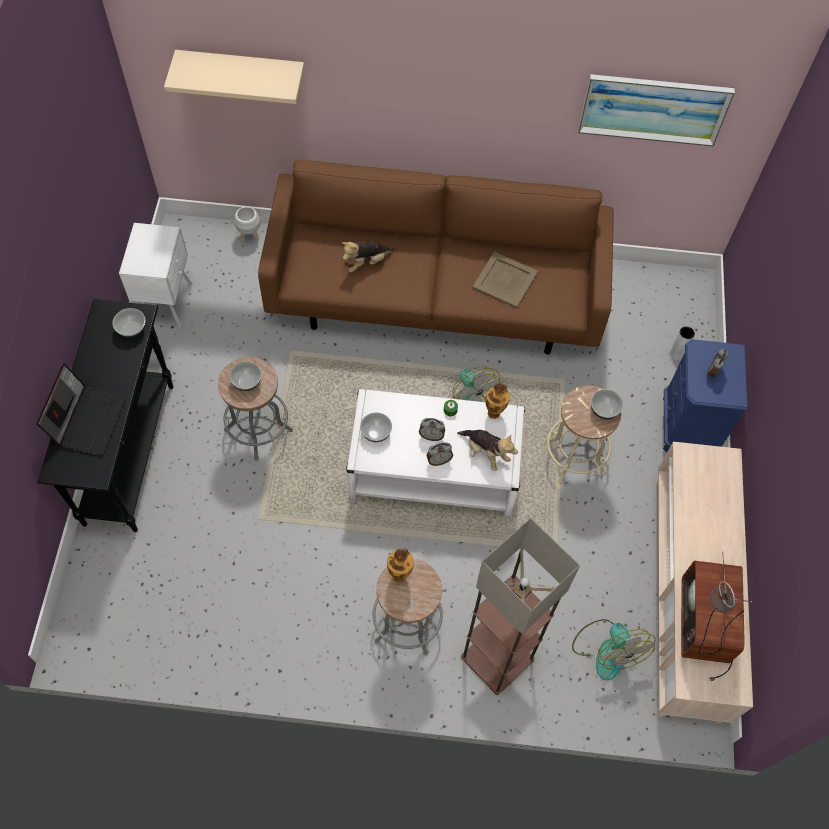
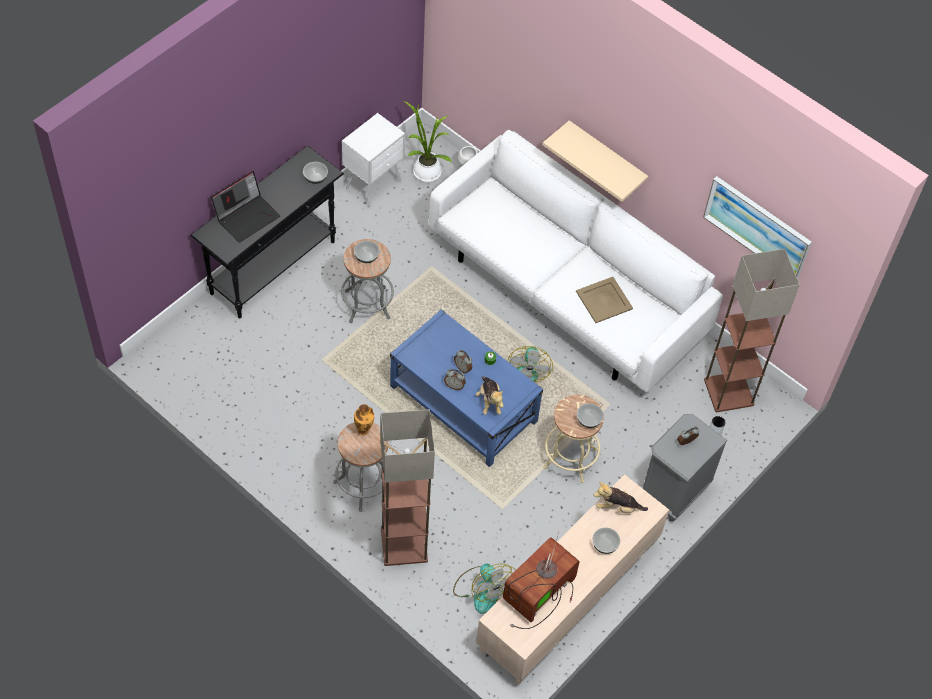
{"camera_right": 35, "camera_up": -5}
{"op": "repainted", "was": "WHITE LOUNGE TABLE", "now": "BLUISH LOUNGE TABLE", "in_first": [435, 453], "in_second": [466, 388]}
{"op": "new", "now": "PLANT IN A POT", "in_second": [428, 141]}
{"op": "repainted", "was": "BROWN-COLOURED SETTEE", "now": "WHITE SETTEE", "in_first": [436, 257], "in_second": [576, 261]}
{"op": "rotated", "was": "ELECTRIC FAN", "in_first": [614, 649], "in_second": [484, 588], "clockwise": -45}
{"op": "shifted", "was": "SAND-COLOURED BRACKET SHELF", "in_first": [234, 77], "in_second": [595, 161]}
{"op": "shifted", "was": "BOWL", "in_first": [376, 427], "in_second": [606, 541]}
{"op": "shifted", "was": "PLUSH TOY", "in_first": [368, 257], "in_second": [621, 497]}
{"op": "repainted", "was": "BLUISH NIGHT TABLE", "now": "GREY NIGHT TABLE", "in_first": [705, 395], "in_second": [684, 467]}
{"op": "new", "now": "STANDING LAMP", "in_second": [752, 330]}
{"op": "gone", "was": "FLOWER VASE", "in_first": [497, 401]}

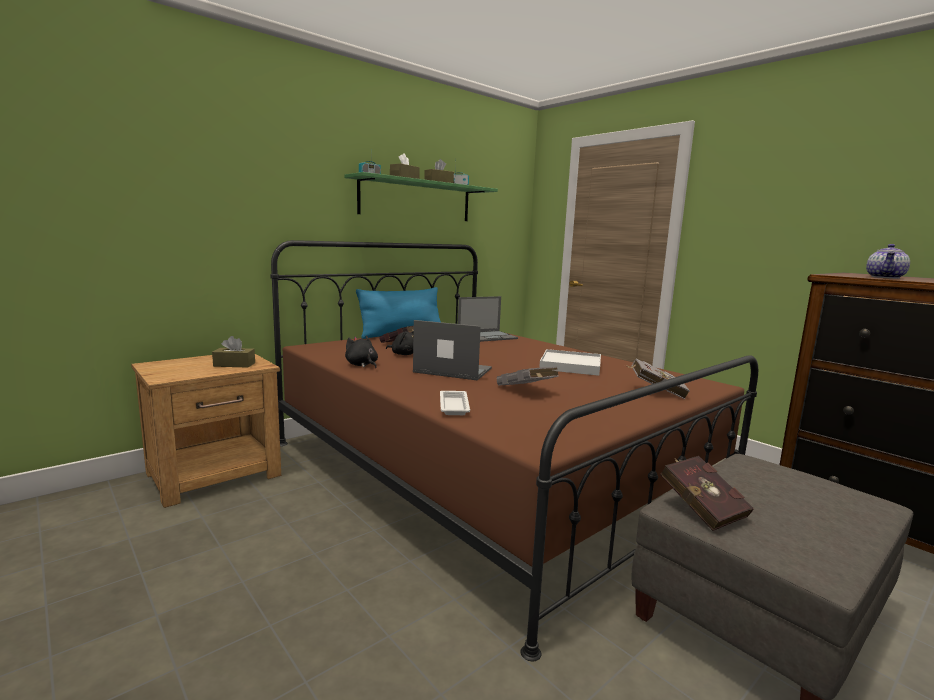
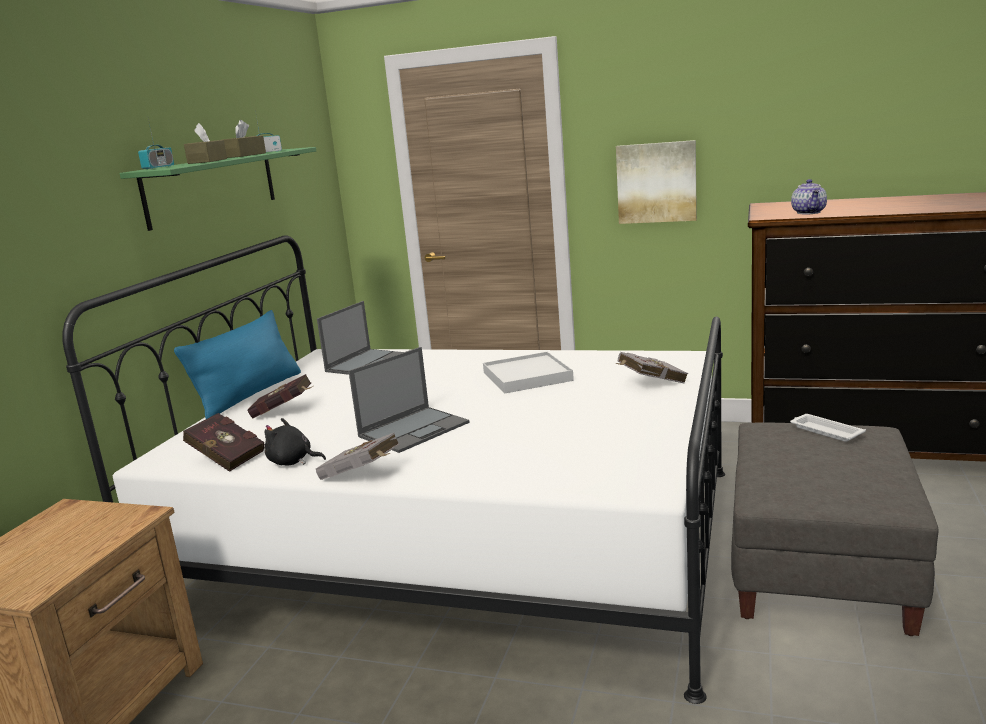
{"camera_right": -30, "camera_up": 5}
{"op": "repainted", "was": "BROWN-COLOURED BED", "now": "WHITE BED", "in_first": [514, 450], "in_second": [393, 469]}
{"op": "shifted", "was": "REDDISH VOLUME", "in_first": [707, 493], "in_second": [224, 442]}
{"op": "shifted", "was": "GREY VOLUME", "in_first": [528, 376], "in_second": [358, 456]}
{"op": "rotated", "was": "LAPTOP", "in_first": [452, 350], "in_second": [409, 400], "clockwise": 150}
{"op": "new", "now": "WALL PICTURE", "in_second": [656, 182]}
{"op": "shifted", "was": "WHITE CARRYING TRAY", "in_first": [455, 403], "in_second": [828, 428]}
{"op": "gone", "was": "BROWN-COLOURED BOX OF TISSUES", "in_first": [233, 352]}
{"op": "gone", "was": "BLACKISH PLUSH TOY", "in_first": [400, 343]}

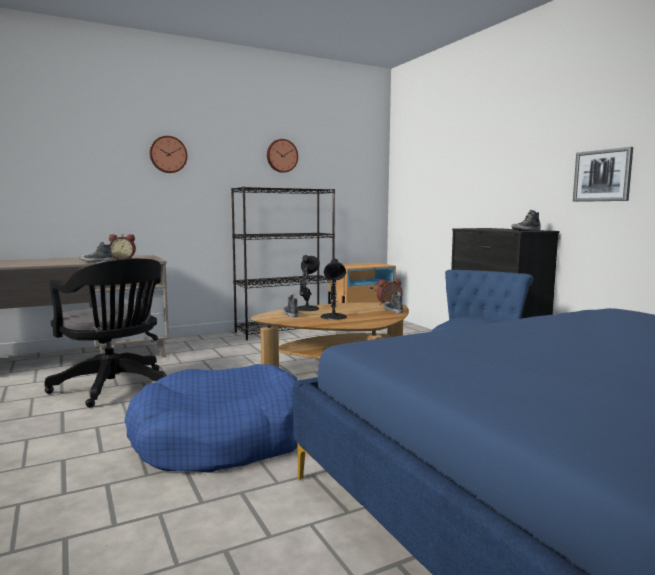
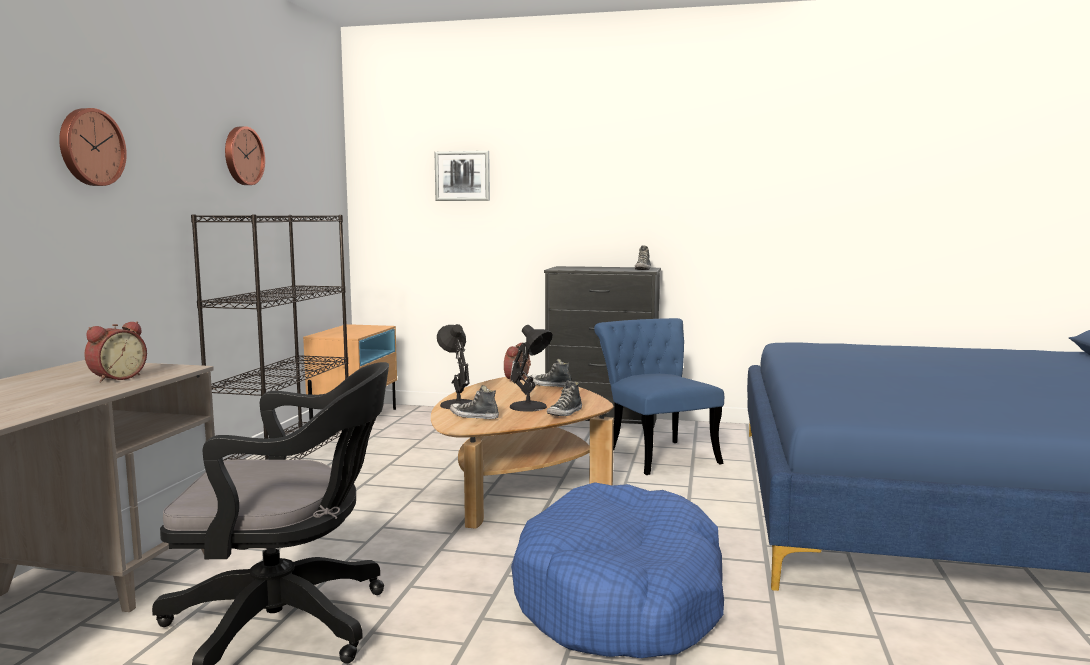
{"camera_right": -50, "camera_up": 0}
{"op": "shifted", "was": "WALL PICTURE", "in_first": [603, 174], "in_second": [462, 176]}
{"op": "shifted", "was": "LOW SHOE", "in_first": [96, 252], "in_second": [564, 398]}

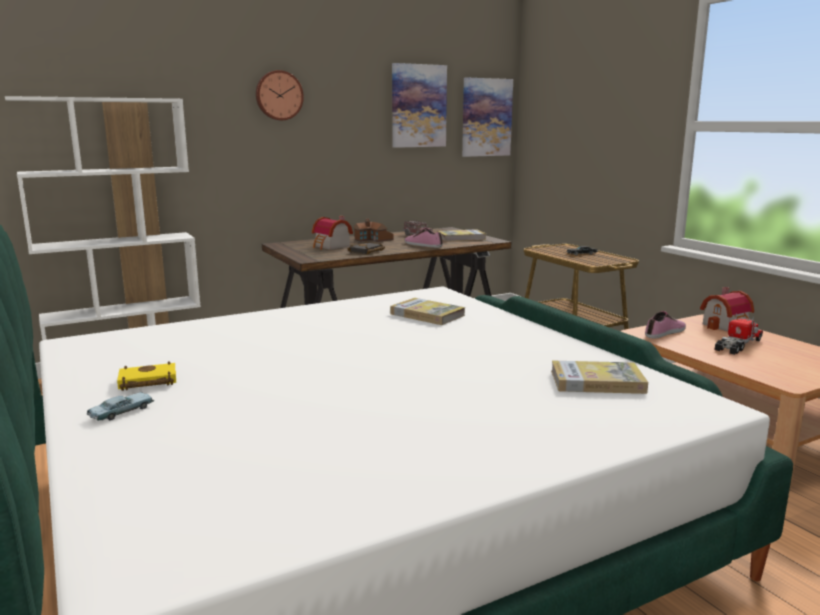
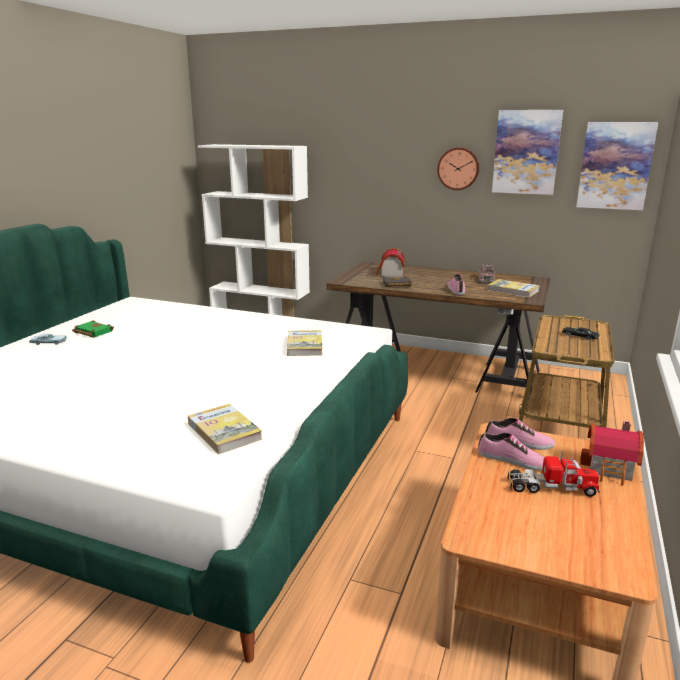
{"camera_right": 50, "camera_up": 5}
{"op": "repainted", "was": "YELLOWISH VOLUME", "now": "GREENISH VOLUME", "in_first": [146, 376], "in_second": [93, 329]}
{"op": "shifted", "was": "WALL CLOCK", "in_first": [280, 95], "in_second": [458, 168]}
{"op": "new", "now": "LOW SHOE", "in_second": [511, 451]}
{"op": "gone", "was": "TOY HOUSE", "in_first": [373, 230]}

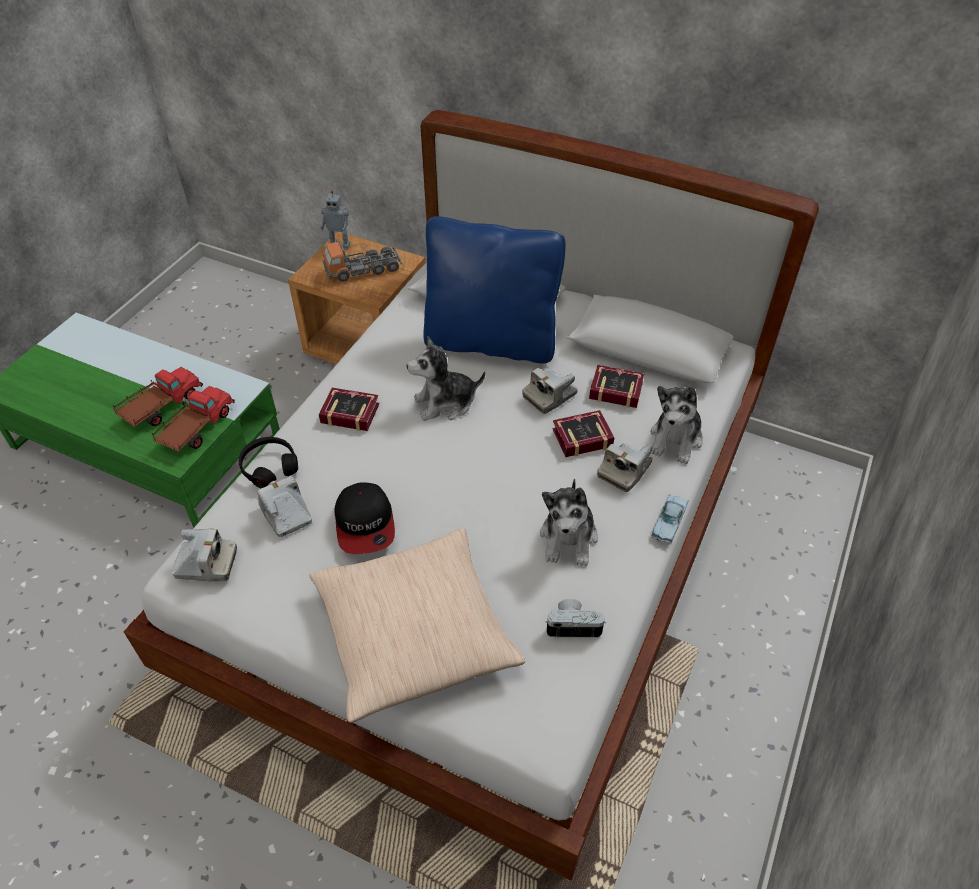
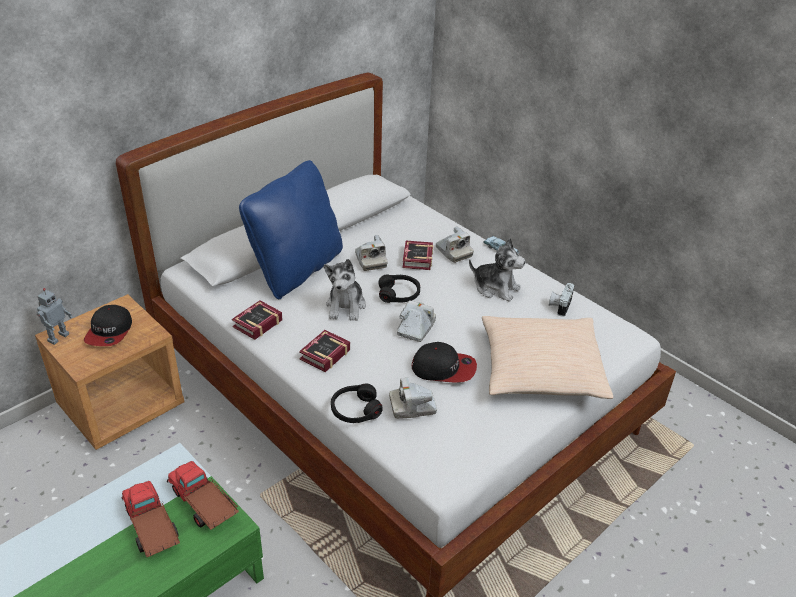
{"camera_right": -70, "camera_up": -10}
{"op": "swapped", "was": "TOY LORRY", "now": "PEAKED CAP", "in_first": [362, 261], "in_second": [108, 325]}
{"op": "shifted", "was": "VOLUME", "in_first": [616, 386], "in_second": [257, 320]}
{"op": "new", "now": "BLACKISH HEADPHONES", "in_second": [399, 288]}
{"op": "shifted", "was": "PHOTO CAMERA", "in_first": [204, 554], "in_second": [416, 321]}
{"op": "gone", "was": "PLUSH TOY", "in_first": [677, 425]}

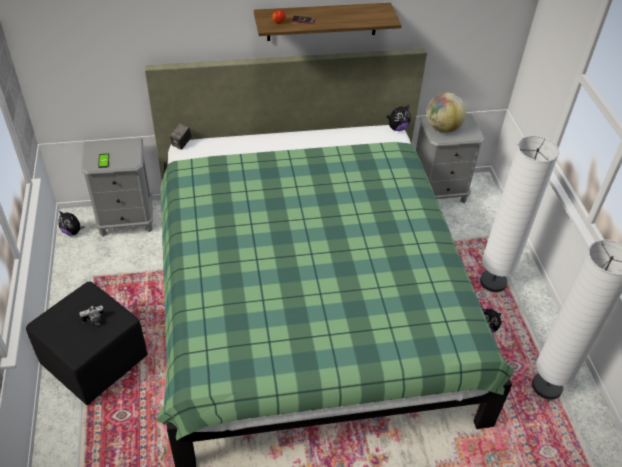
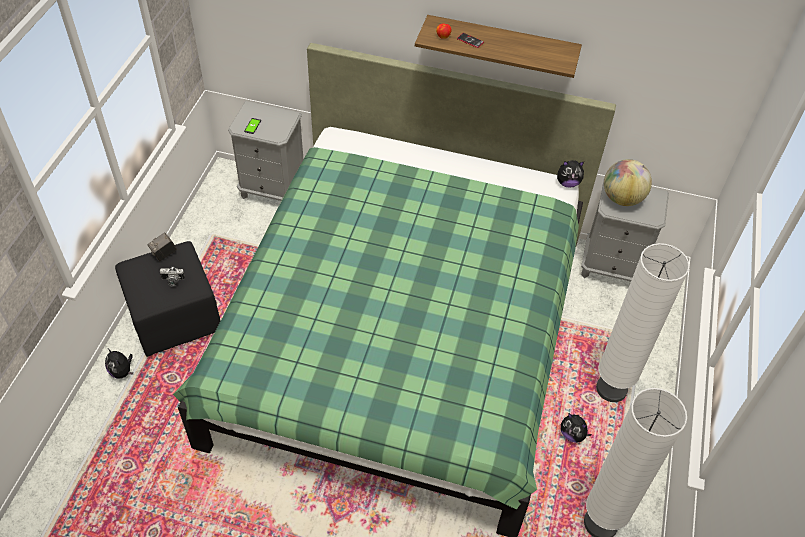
{"camera_right": 25, "camera_up": 5}
{"op": "shifted", "was": "PLUSH TOY", "in_first": [71, 223], "in_second": [119, 363]}
{"op": "shifted", "was": "PHOTO CAMERA", "in_first": [181, 136], "in_second": [162, 247]}

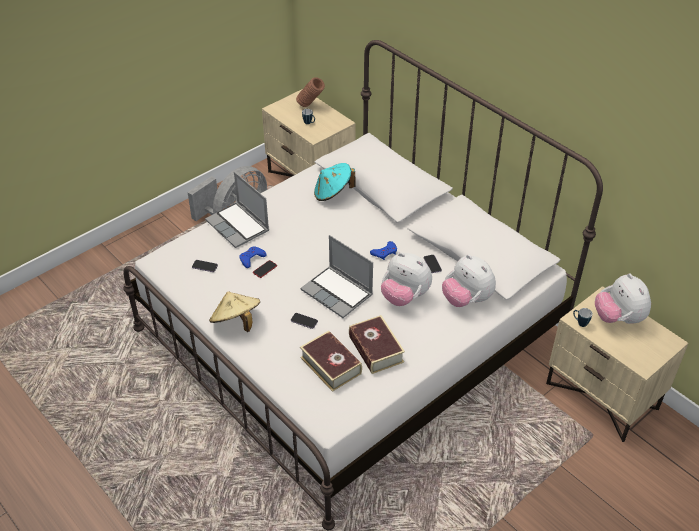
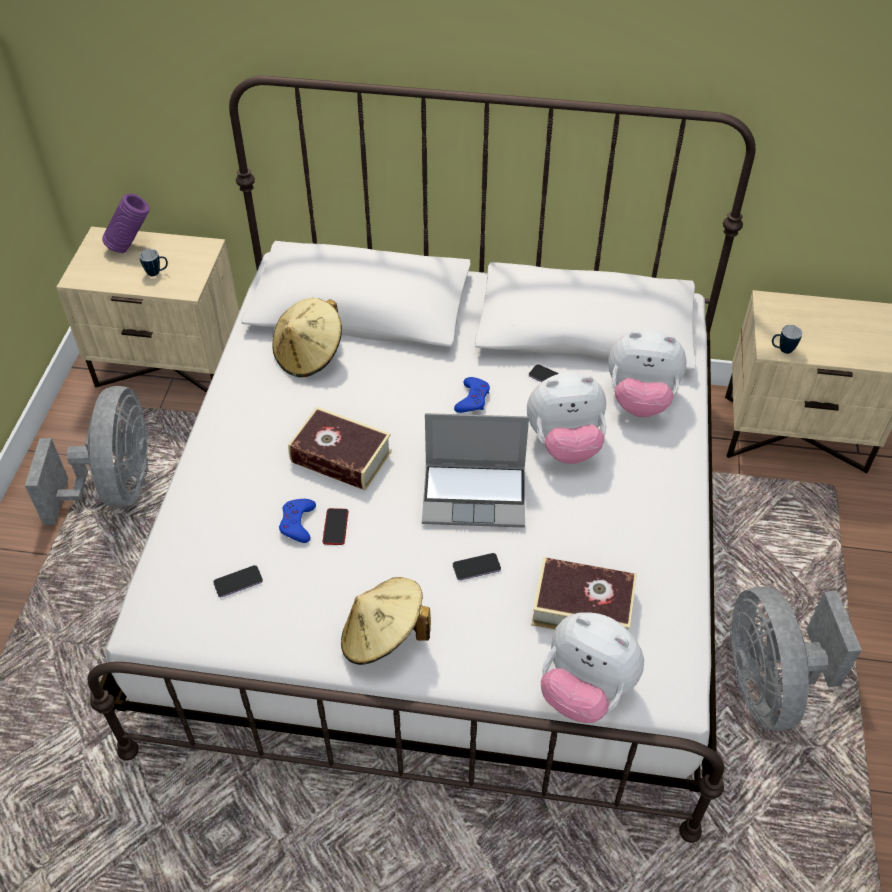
{"camera_right": -40, "camera_up": 5}
{"op": "repainted", "was": "BROWN-COLOURED FLOWER VASE", "now": "PURPLE-COLOURED FLOWER VASE", "in_first": [310, 92], "in_second": [125, 223]}
{"op": "repainted", "was": "BLUE-GREEN CLOTHING HAT", "now": "SAND-COLOURED CLOTHING HAT", "in_first": [335, 182], "in_second": [307, 338]}
{"op": "shifted", "was": "VOLUME", "in_first": [377, 344], "in_second": [340, 449]}
{"op": "shifted", "was": "PLUSH TOY", "in_first": [623, 298], "in_second": [592, 667]}
{"op": "new", "now": "GREY ELECTRIC FAN", "in_second": [796, 658]}
{"op": "gone", "was": "LAPTOP", "in_first": [237, 210]}

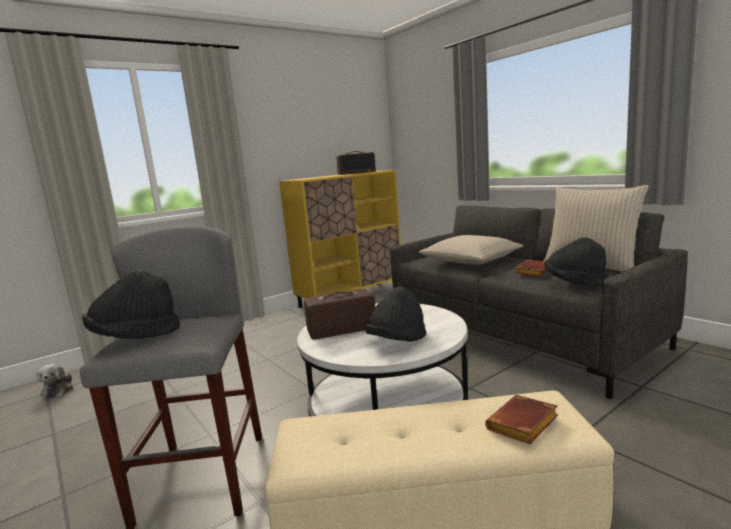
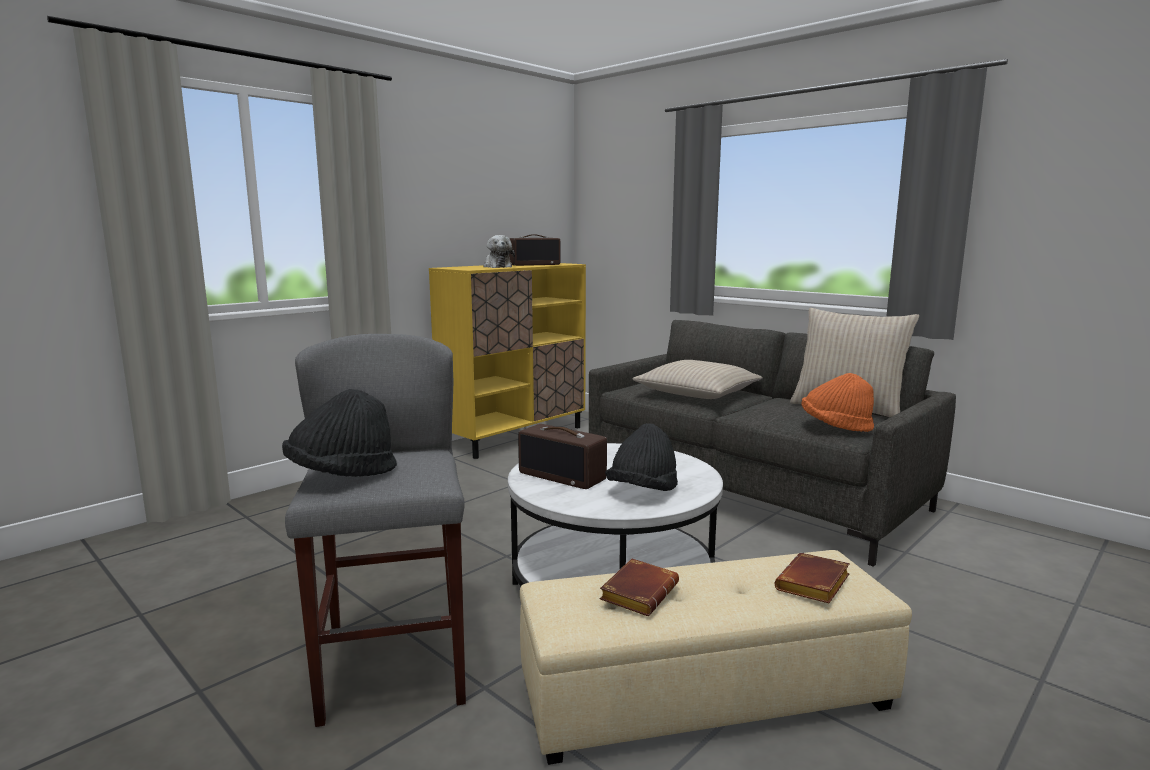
{"camera_right": -10, "camera_up": 0}
{"op": "shifted", "was": "PLUSH TOY", "in_first": [54, 381], "in_second": [499, 251]}
{"op": "rotated", "was": "RADIO SET", "in_first": [339, 314], "in_second": [562, 456], "clockwise": -120}
{"op": "shifted", "was": "BROWN-COLOURED VOLUME", "in_first": [531, 268], "in_second": [639, 587]}
{"op": "repainted", "was": "BLACKISH CLOTHING HAT", "now": "ORANGEY CLOTHING HAT", "in_first": [575, 261], "in_second": [837, 402]}

